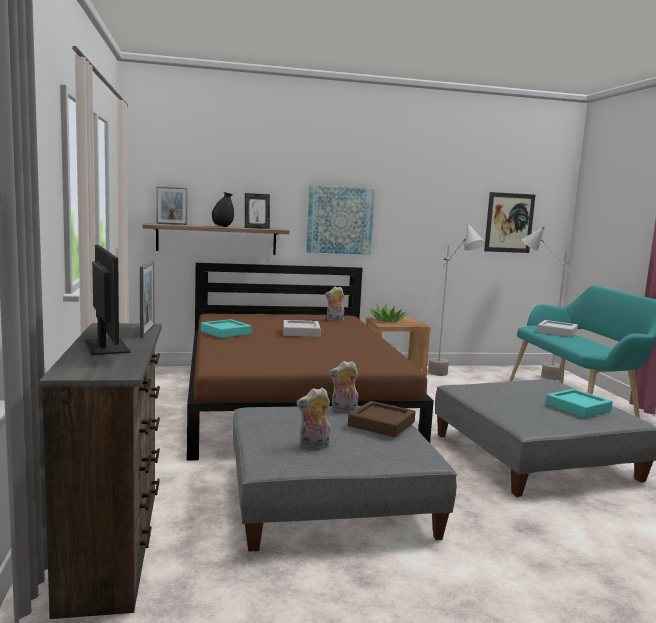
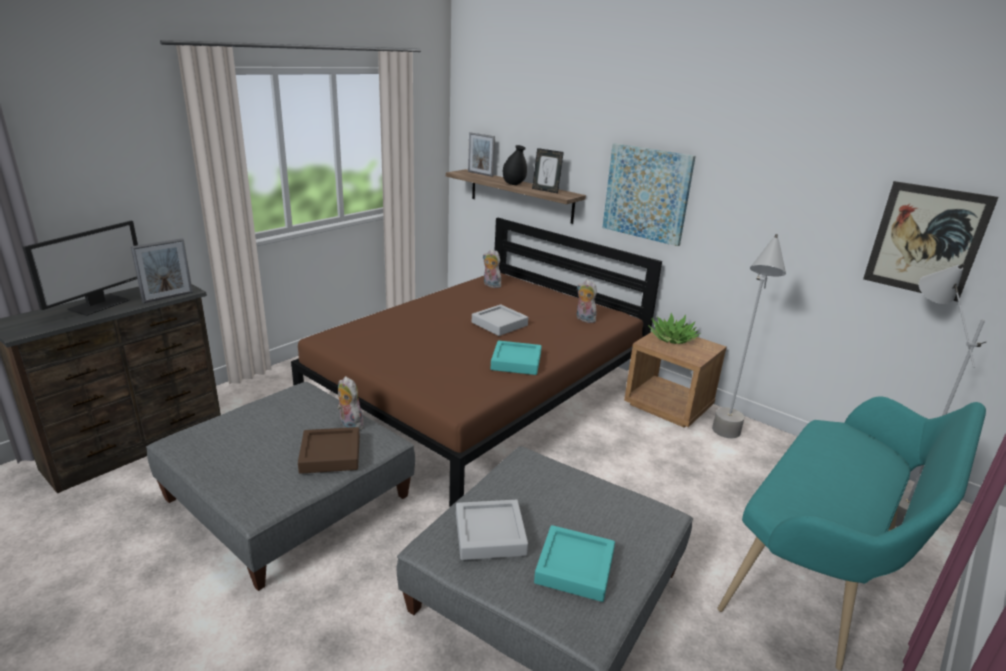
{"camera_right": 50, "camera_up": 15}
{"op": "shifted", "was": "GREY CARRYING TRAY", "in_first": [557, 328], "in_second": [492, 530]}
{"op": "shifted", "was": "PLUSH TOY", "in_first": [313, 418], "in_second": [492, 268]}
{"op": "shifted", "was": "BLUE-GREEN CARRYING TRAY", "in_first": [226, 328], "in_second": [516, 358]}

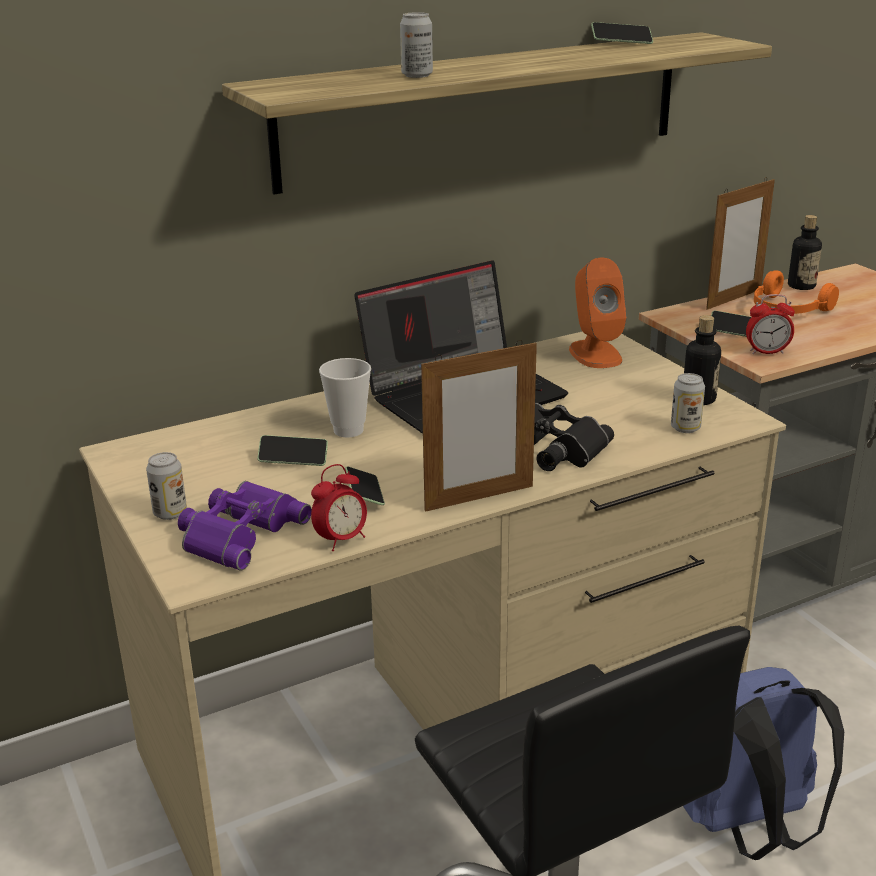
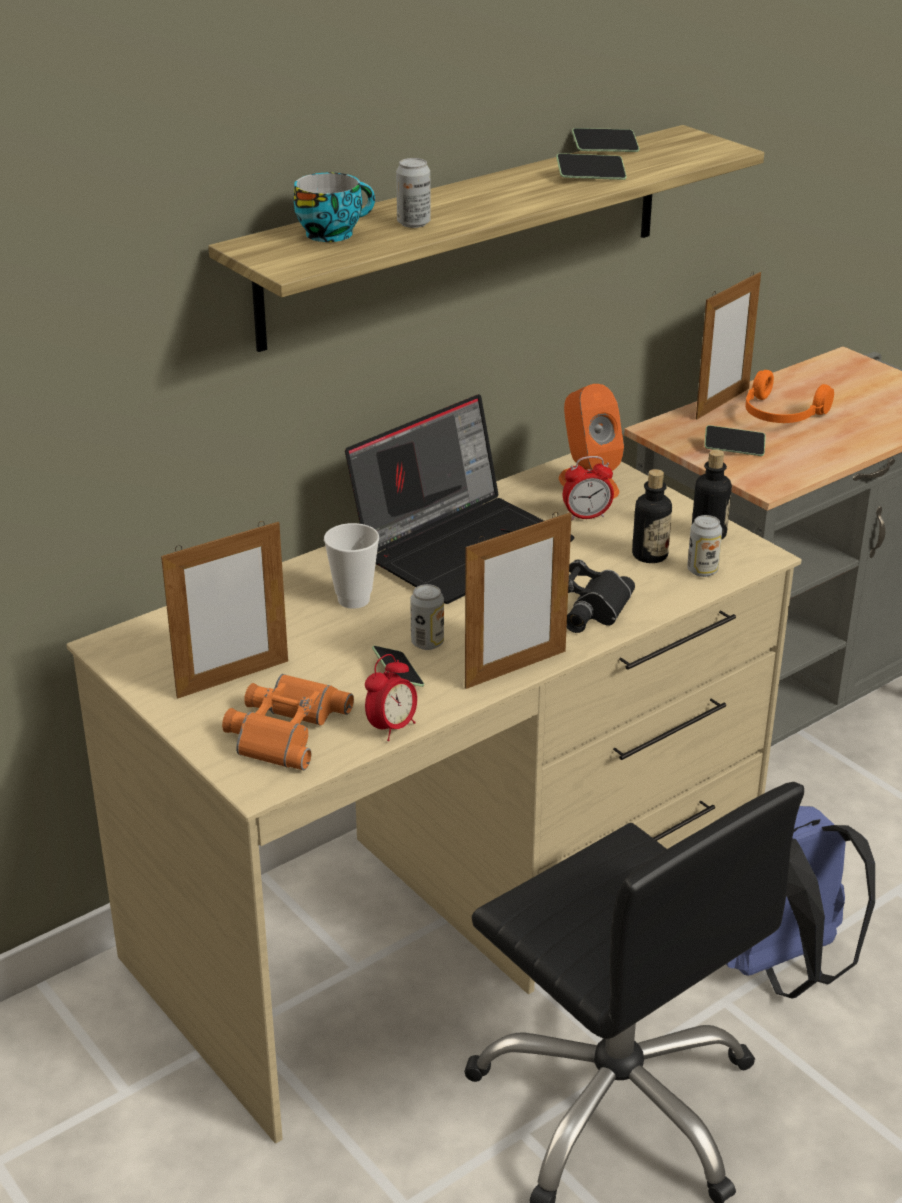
{"camera_right": -10, "camera_up": 5}
{"op": "new", "now": "STANDING FRAME", "in_second": [224, 610]}
{"op": "repainted", "was": "PURPLE-COLOURED PAIR OF BINOCULARS", "now": "ORANGEY PAIR OF BINOCULARS", "in_first": [245, 526], "in_second": [288, 722]}
{"op": "new", "now": "SMALL CUP", "in_second": [334, 207]}
{"op": "shifted", "was": "METAL CAN", "in_first": [166, 486], "in_second": [427, 617]}
{"op": "shifted", "was": "TELEPHONE", "in_first": [292, 450], "in_second": [591, 166]}
{"op": "shifted", "was": "ALARM CLOCK", "in_first": [770, 324], "in_second": [588, 488]}
{"op": "shifted", "was": "BEVERAGE BOTTLE", "in_first": [805, 252], "in_second": [652, 516]}

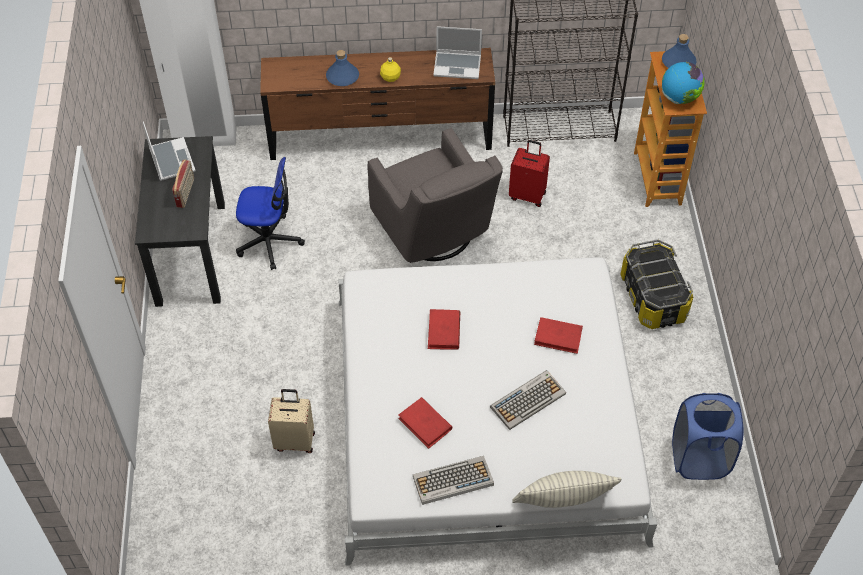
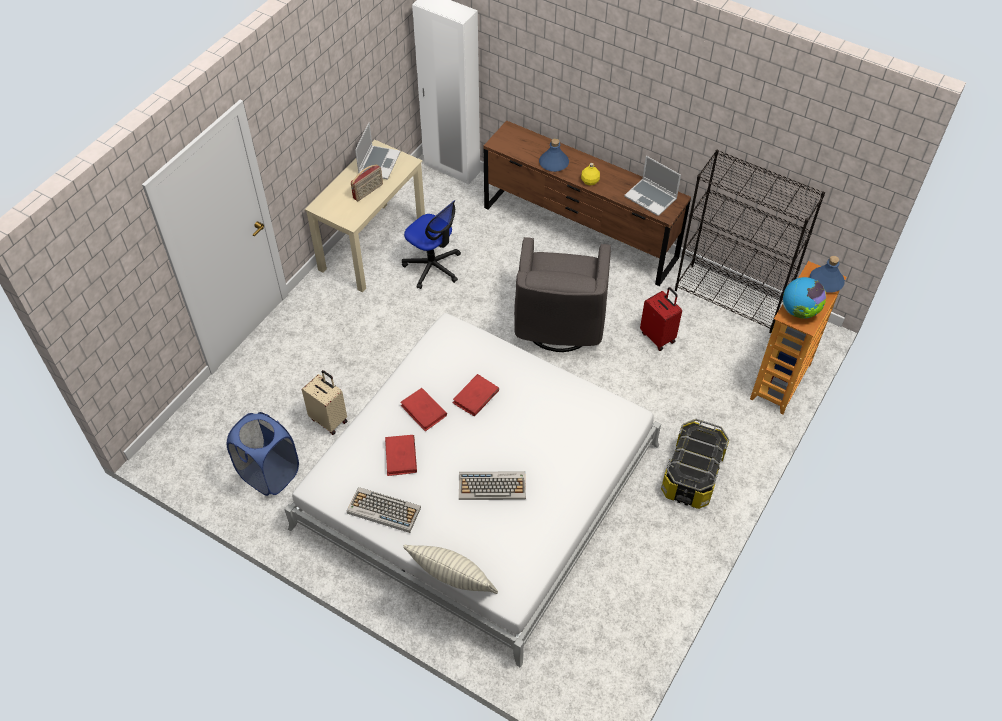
{"camera_right": 35, "camera_up": 0}
{"op": "shifted", "was": "BLUISH WASHING BASKET", "in_first": [708, 436], "in_second": [263, 454]}
{"op": "repainted", "was": "BLACKISH DESK TABLE", "now": "SAND-COLOURED DESK TABLE", "in_first": [180, 221], "in_second": [365, 216]}
{"op": "shifted", "was": "REDDISH VOLUME", "in_first": [558, 335], "in_second": [423, 409]}

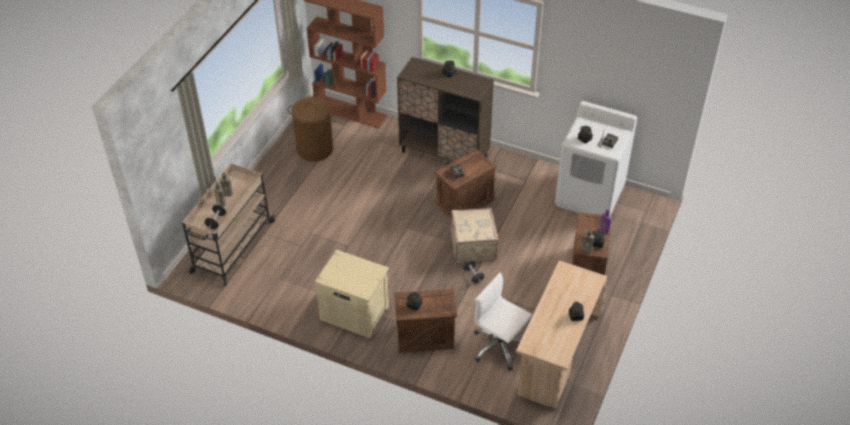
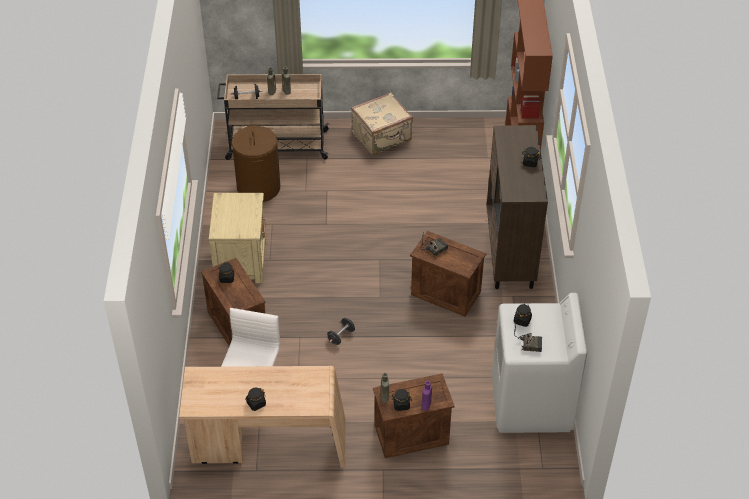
{"camera_right": 65, "camera_up": 0}
{"op": "shifted", "was": "BROWN-COLOURED WASHING BASKET", "in_first": [310, 129], "in_second": [256, 163]}
{"op": "shifted", "was": "SAND-COLOURED PIECE OF LUGGAGE", "in_first": [475, 235], "in_second": [382, 123]}

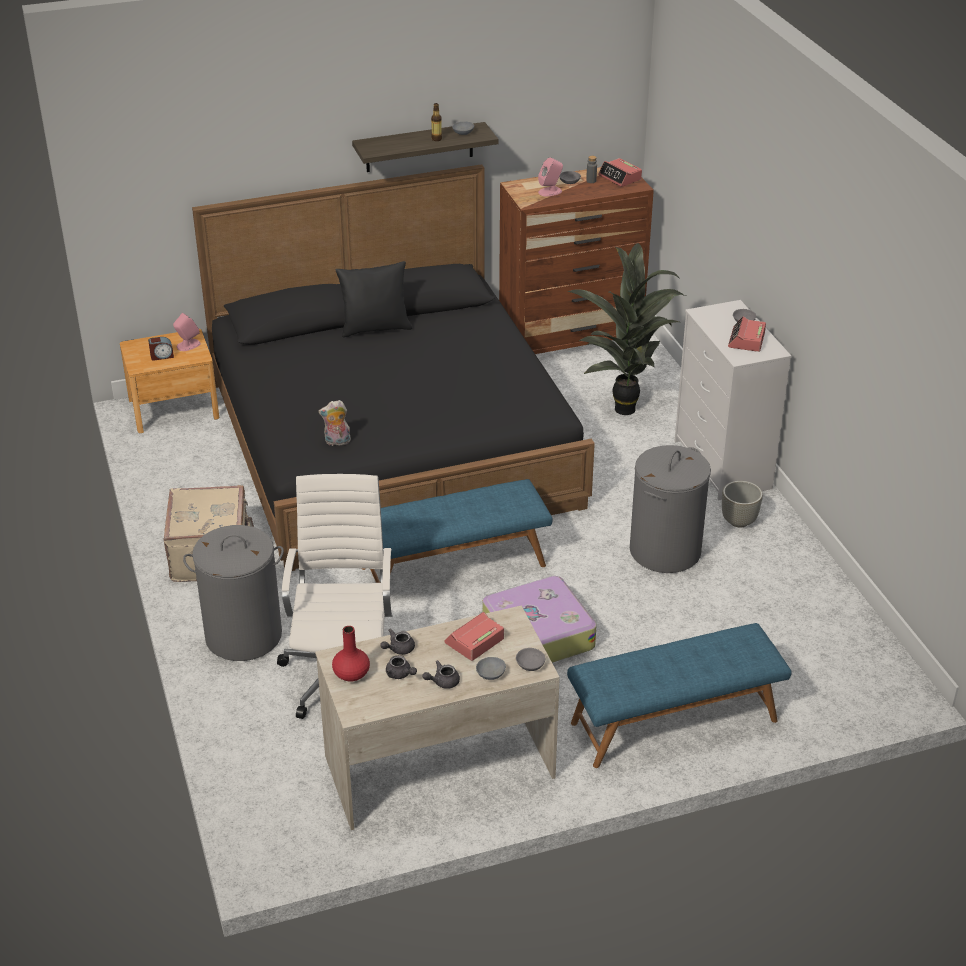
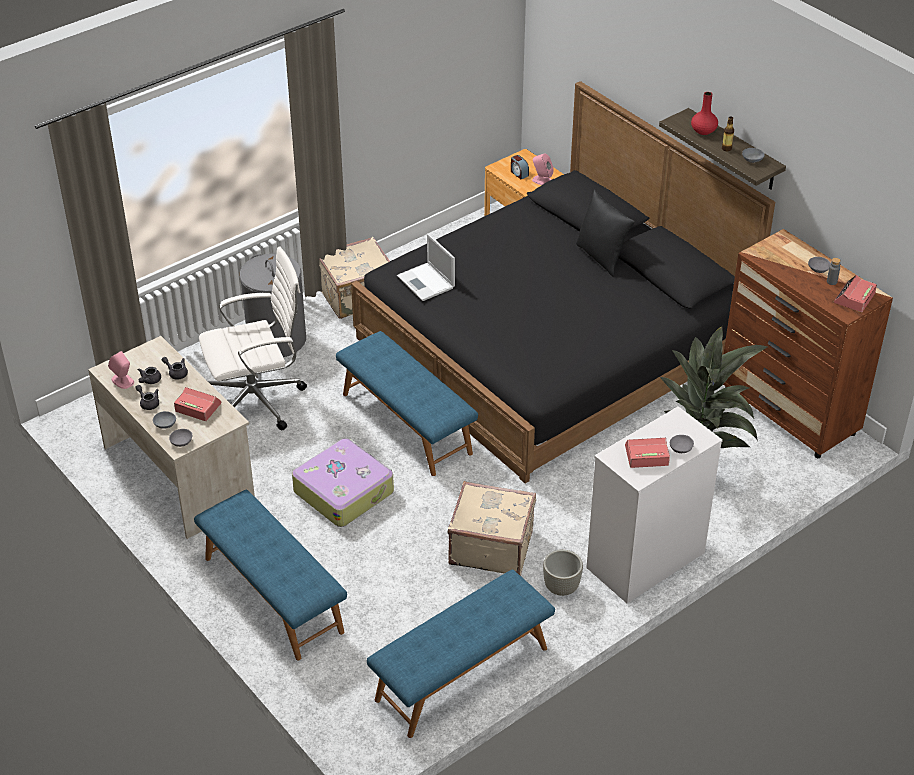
{"camera_right": 70, "camera_up": 5}
{"op": "shifted", "was": "PINK-COLOURED LOUDSPEAKER", "in_first": [550, 177], "in_second": [121, 370]}
{"op": "new", "now": "BLUISH LONG SEAT", "in_second": [461, 654]}
{"op": "swapped", "was": "PLUSH TOY", "now": "LAPTOP", "in_first": [334, 423], "in_second": [426, 267]}
{"op": "swapped", "was": "GREY WASHING BASKET", "now": "SAND-COLOURED PIECE OF LUGGAGE", "in_first": [670, 509], "in_second": [491, 528]}
{"op": "shifted", "was": "REDDISH FLOWER VASE", "in_first": [351, 654], "in_second": [704, 113]}

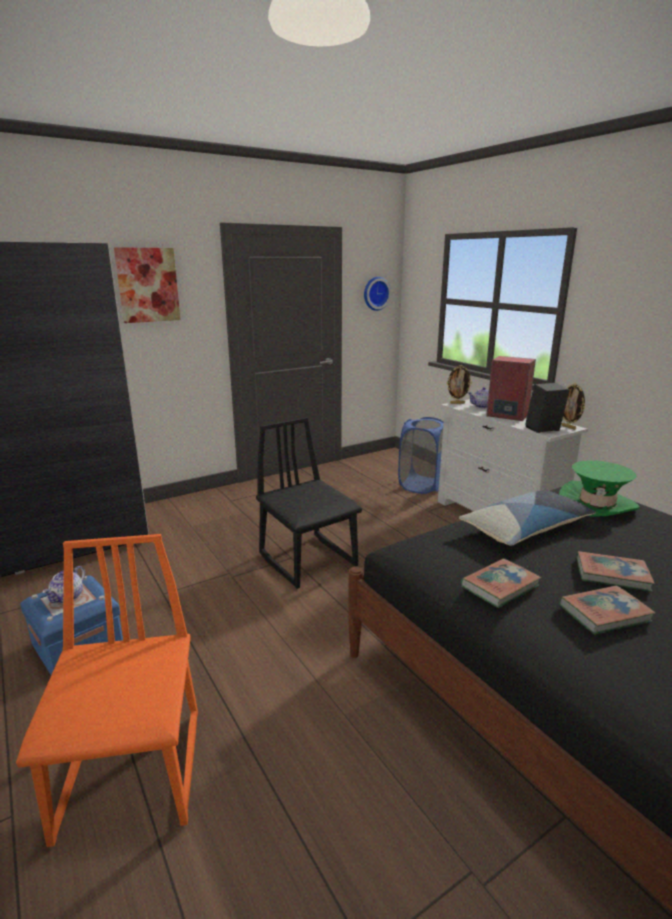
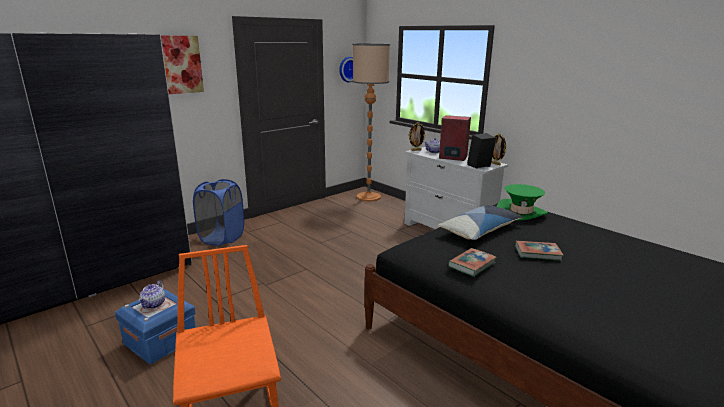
{"camera_right": -10, "camera_up": 0}
{"op": "shifted", "was": "BLUISH WASHING BASKET", "in_first": [421, 455], "in_second": [218, 212]}
{"op": "new", "now": "STANDING LAMP", "in_second": [371, 122]}
{"op": "gone", "was": "BLACKISH UPRIGHT CHAIR", "in_first": [309, 503]}
{"op": "gone", "was": "VOLUME", "in_first": [607, 610]}

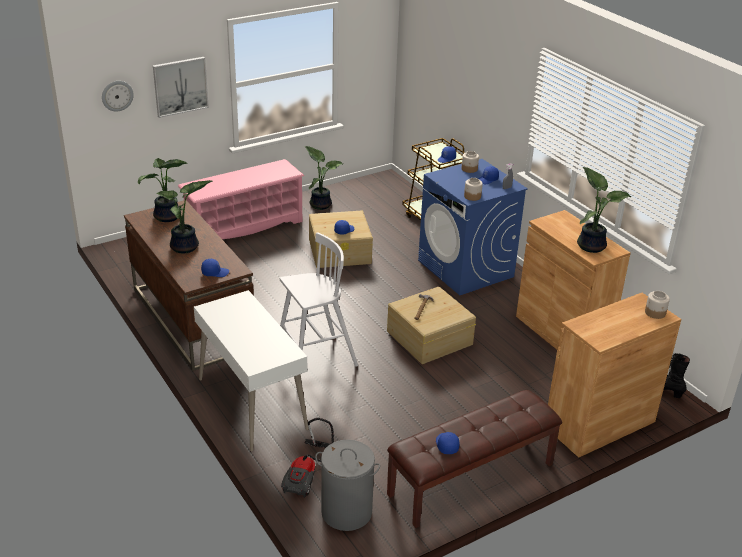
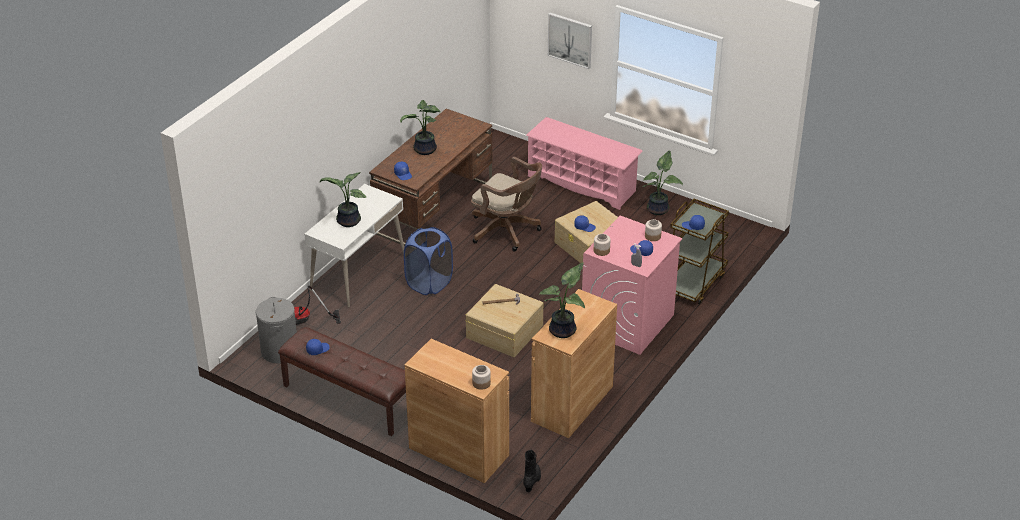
{"camera_right": 65, "camera_up": 5}
{"op": "shifted", "was": "PLANT IN A POT", "in_first": [162, 190], "in_second": [343, 199]}
{"op": "swapped", "was": "WHITE SITTING STOOL", "now": "BLUISH WASHING BASKET", "in_first": [319, 299], "in_second": [428, 261]}
{"op": "new", "now": "BROWN-COLOURED COMPUTER CHAIR", "in_second": [506, 204]}
{"op": "repainted", "was": "BLUISH LAUNDRY MACHINE", "now": "PINK-COLOURED LAUNDRY MACHINE", "in_first": [473, 227], "in_second": [632, 285]}
{"op": "gone", "was": "WALL CLOCK", "in_first": [118, 96]}

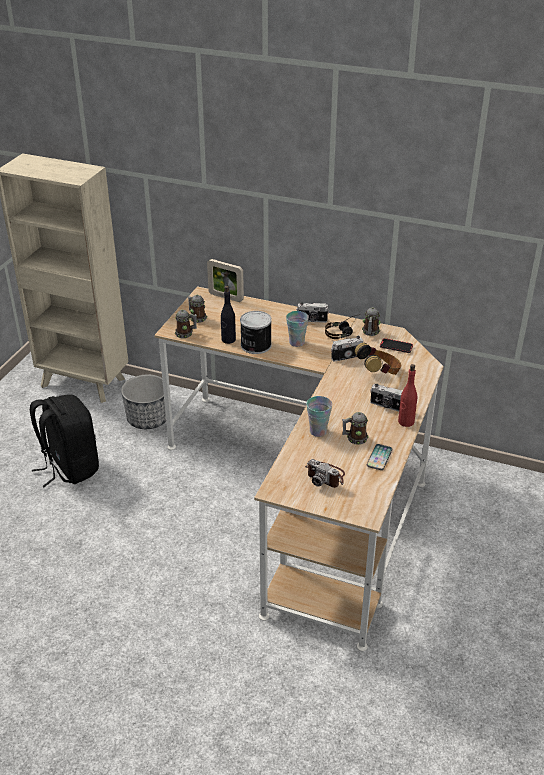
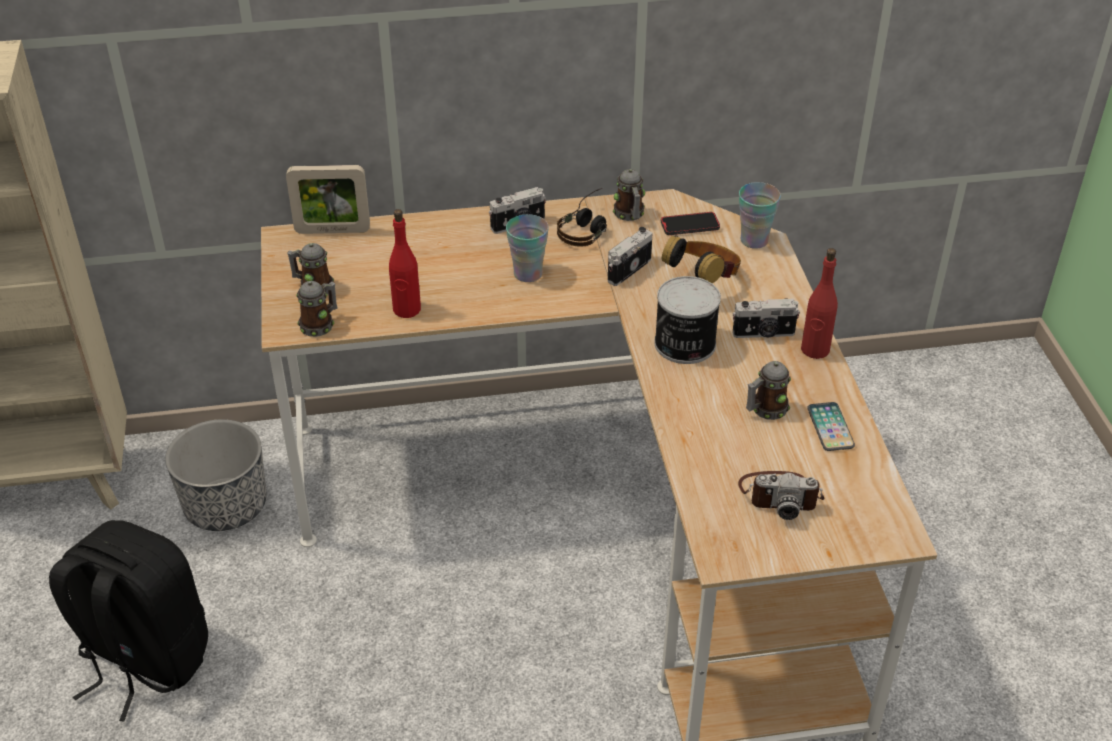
{"camera_right": -30, "camera_up": 5}
{"op": "repainted", "was": "BLACKISH BEVERAGE BOTTLE", "now": "REDDISH BEVERAGE BOTTLE", "in_first": [228, 315], "in_second": [405, 263]}
{"op": "shifted", "was": "METAL CAN", "in_first": [256, 332], "in_second": [687, 320]}
{"op": "shifted", "was": "SMALL CUP", "in_first": [319, 416], "in_second": [760, 215]}

